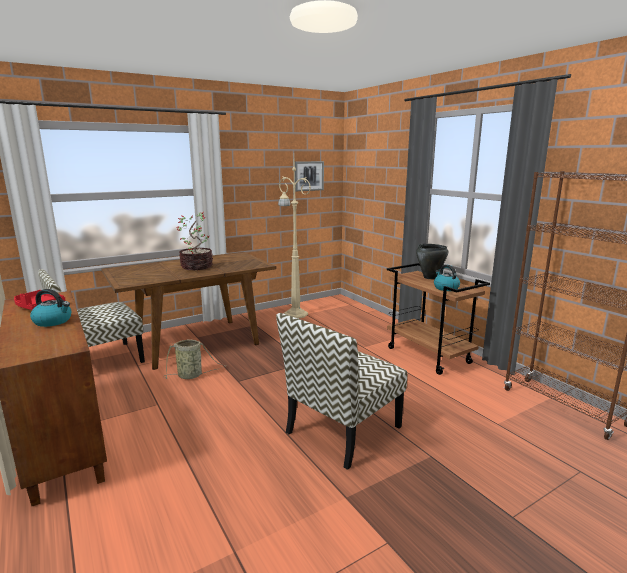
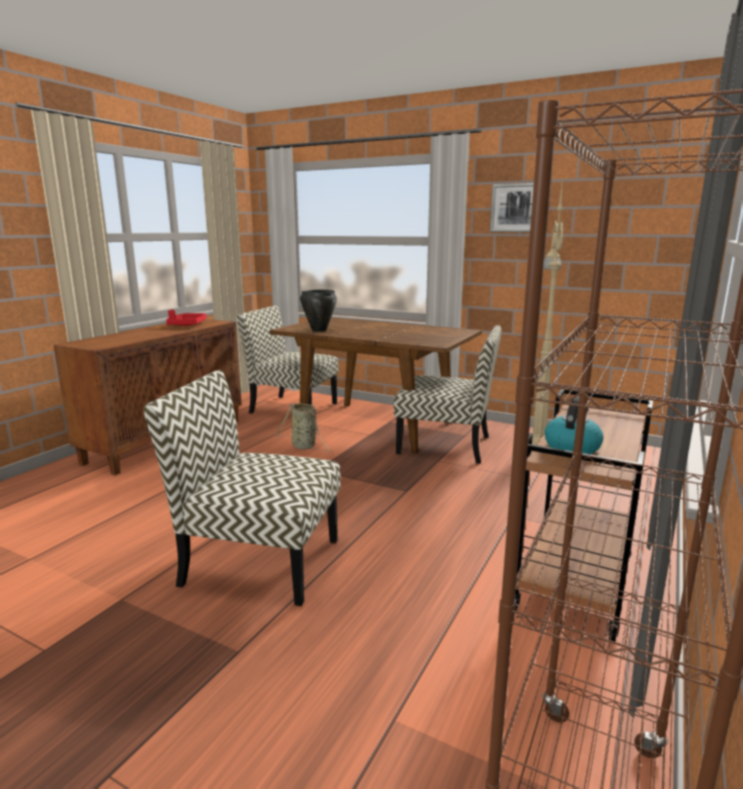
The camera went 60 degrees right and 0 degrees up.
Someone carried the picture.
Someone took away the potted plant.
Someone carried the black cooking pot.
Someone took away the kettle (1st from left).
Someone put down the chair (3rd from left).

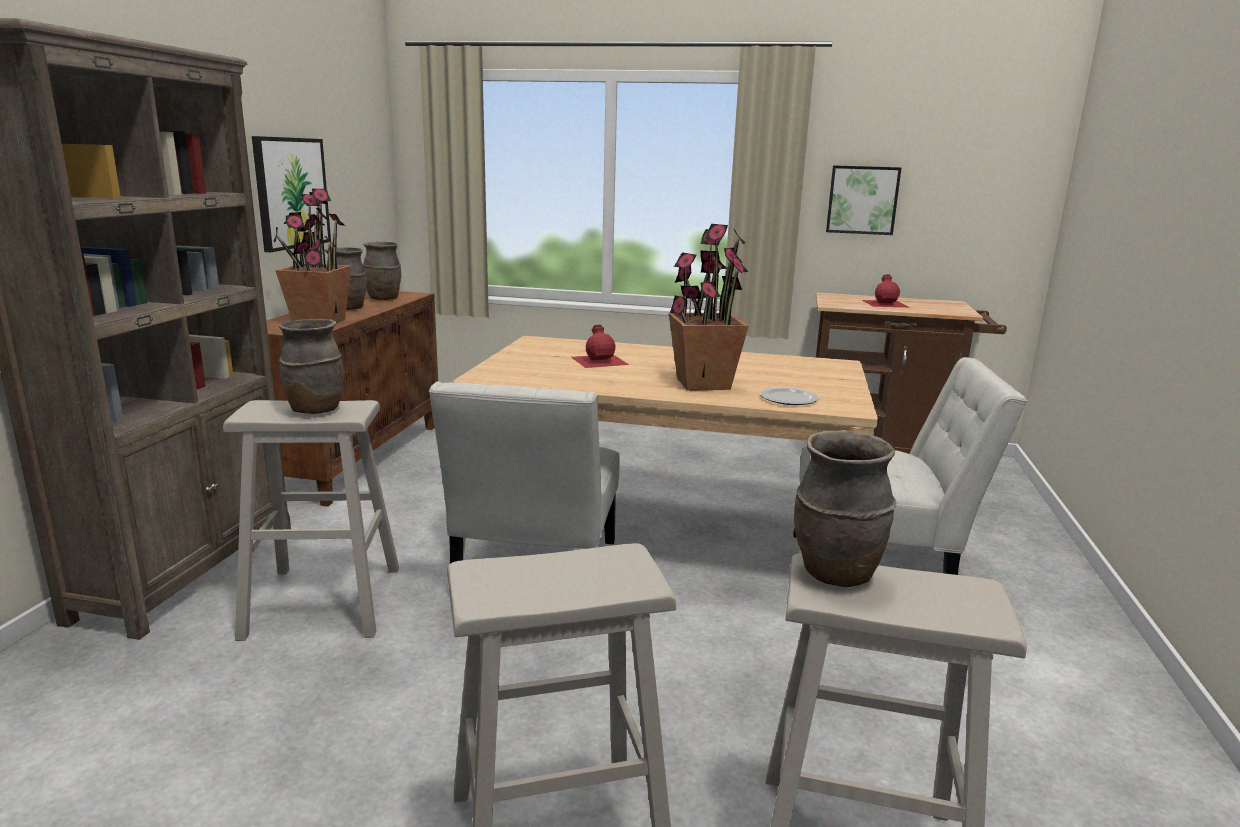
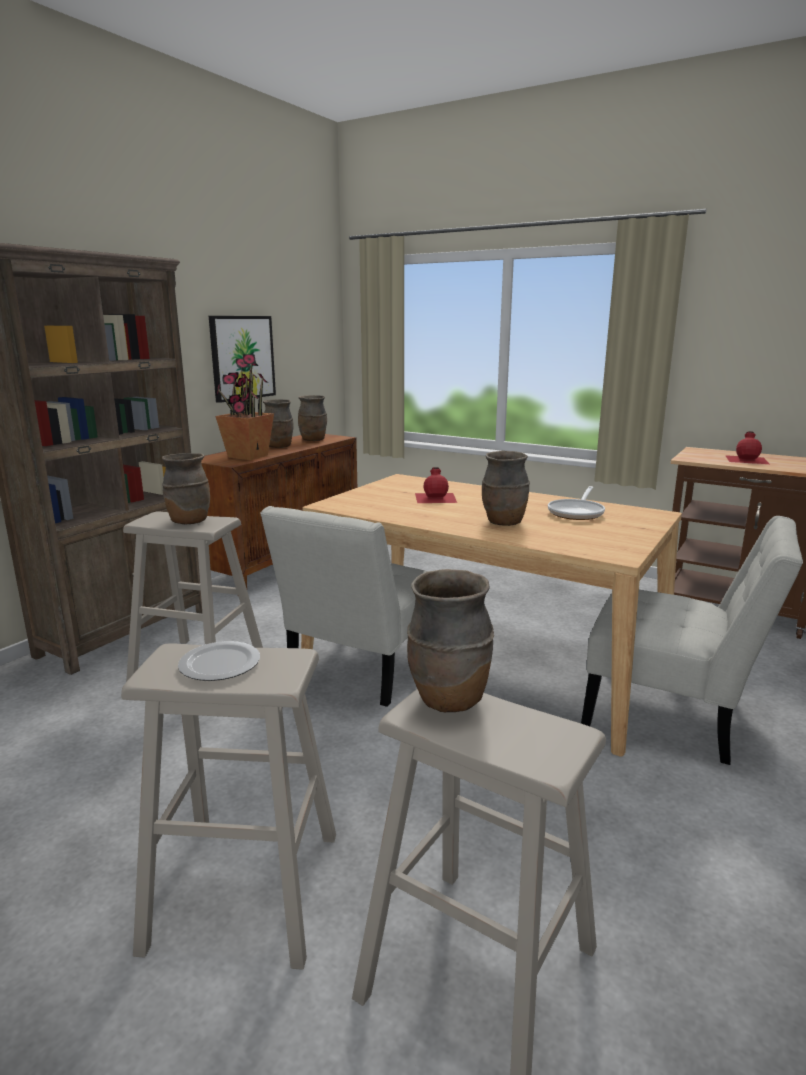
The camera went 20 degrees right and 0 degrees up.
Someone took away the picture (2nd from left).
Someone swapped the potted plant (2nd from left) for the brown vase (5th from left).
Someone carried the plate.
Someone put down the frying pan.

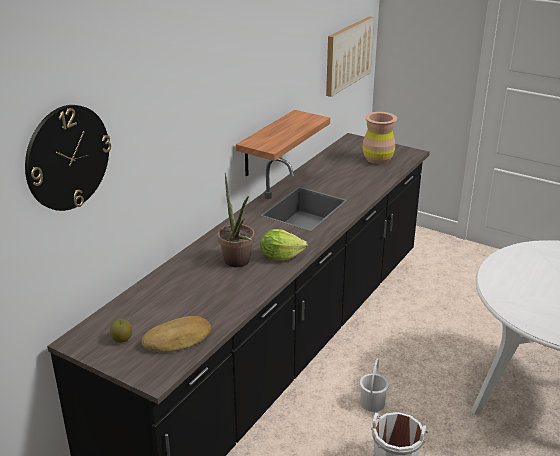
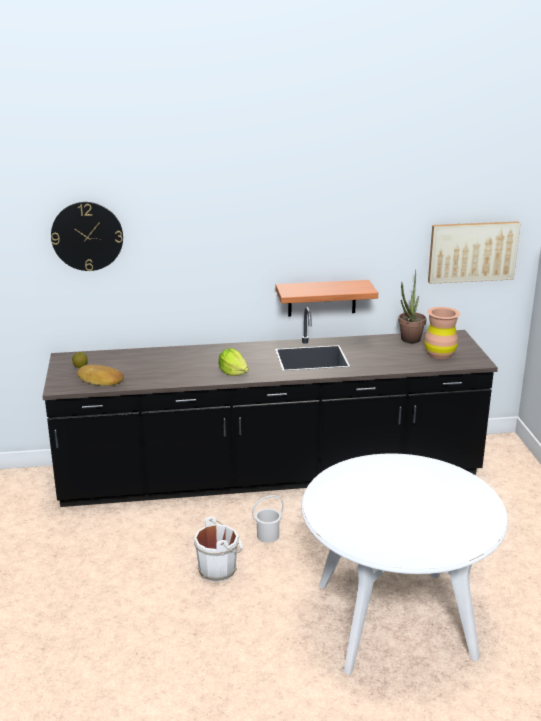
The camera went 50 degrees right and 5 degrees down.
Someone carried the potted plant.

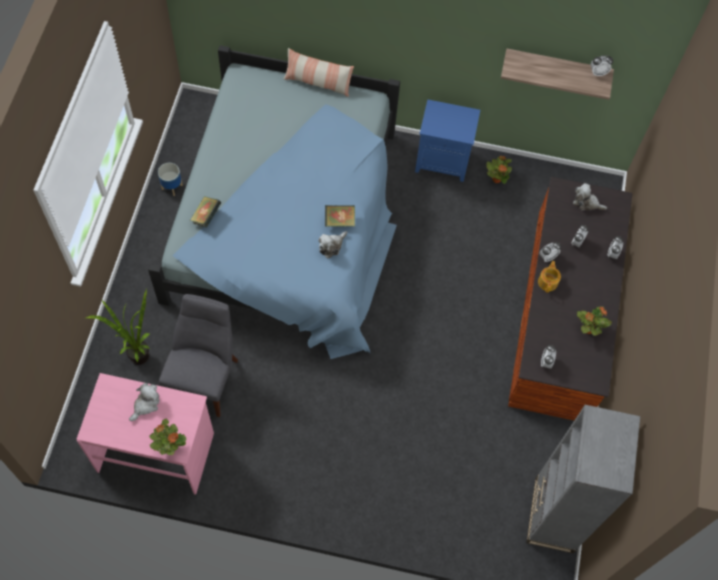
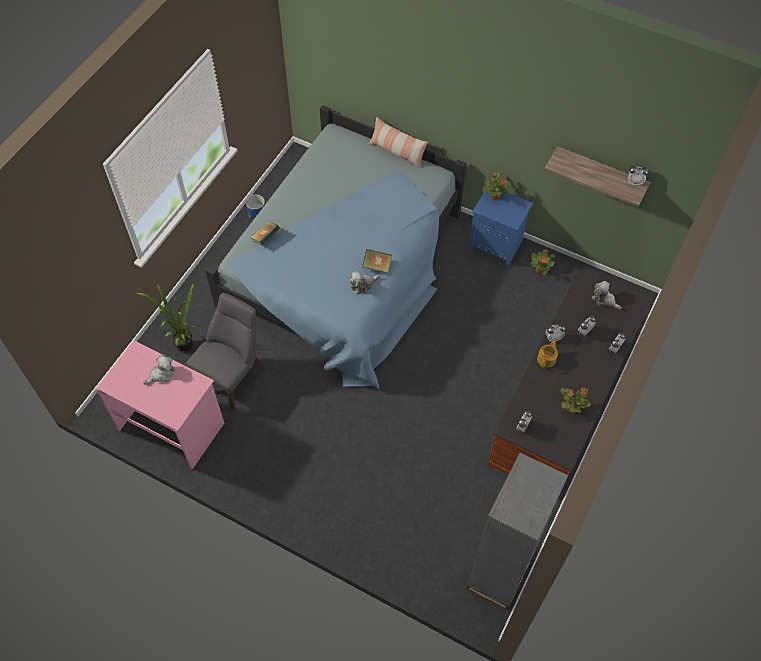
The camera went 20 degrees right and 5 degrees down.
Someone carried the potted plant (2nd from left).

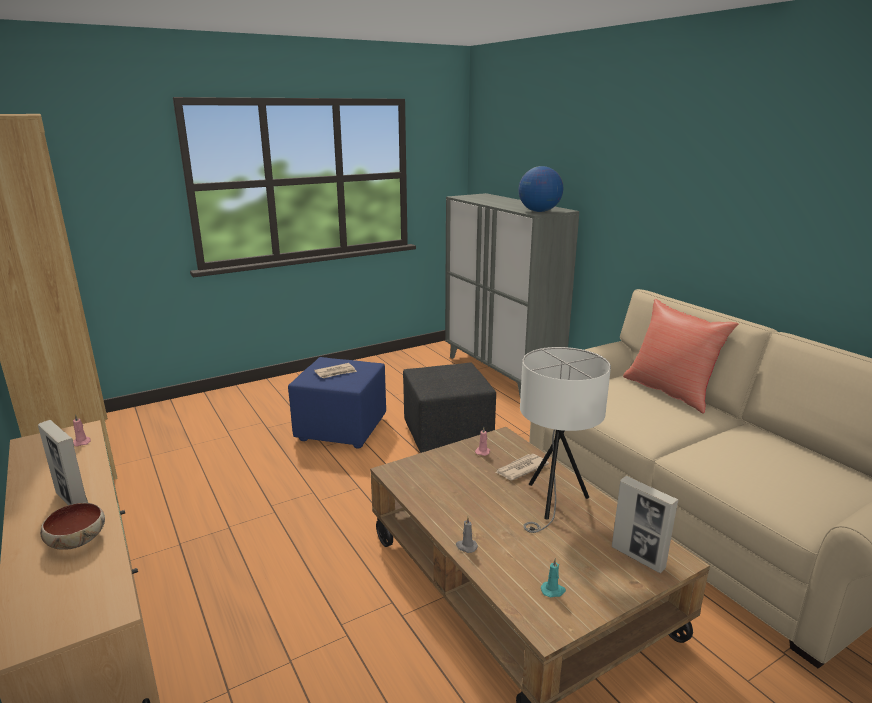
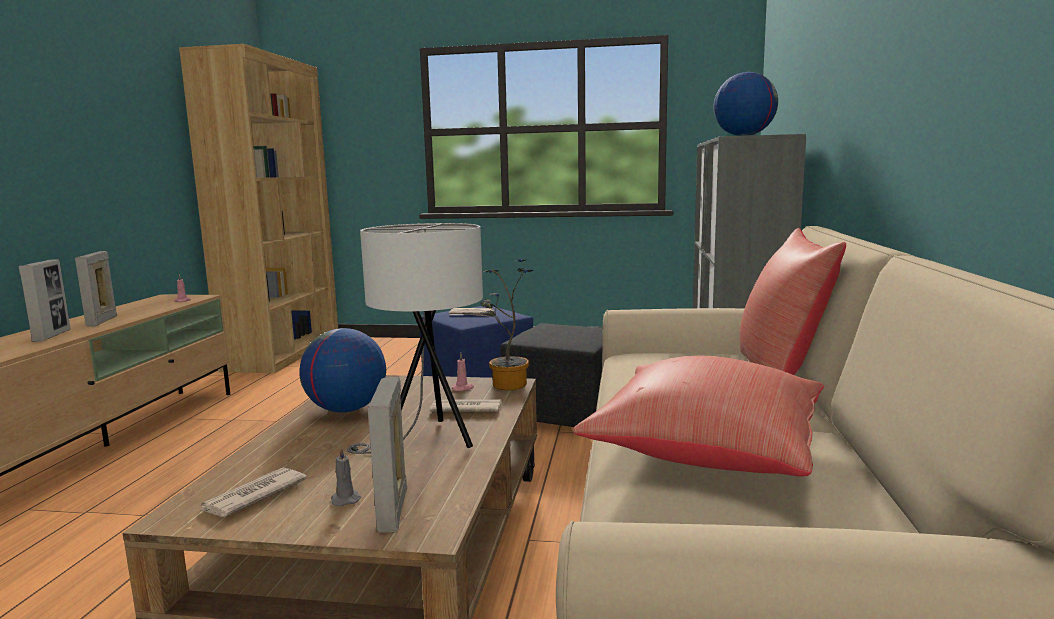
The camera went 40 degrees right and 10 degrees down.
Someone swapped the bowl for the picture frame (1st from left).
Someone carried the grey candle.
Someone swapped the turquoise candle for the newspaper (1st from left).
Someone put down the potted plant.
Someone put down the globe (1st from left).
Someone put down the red pillow (1st from left).

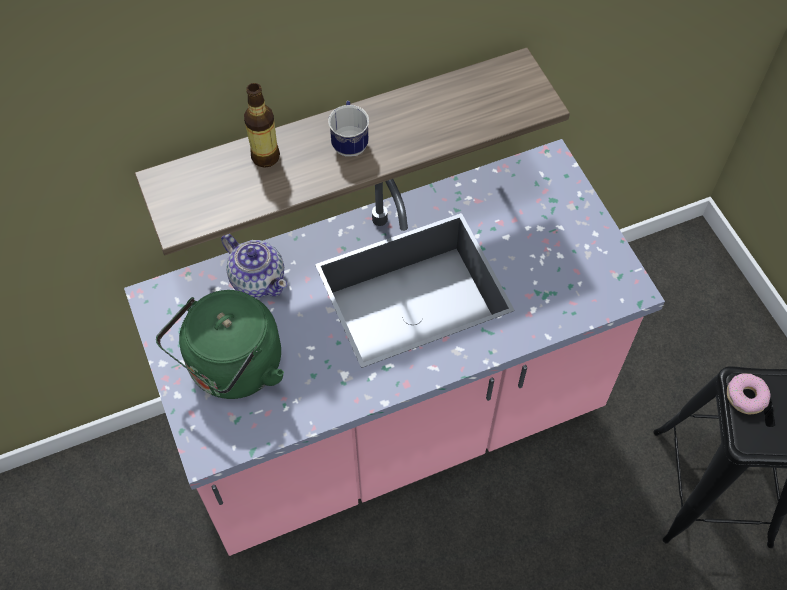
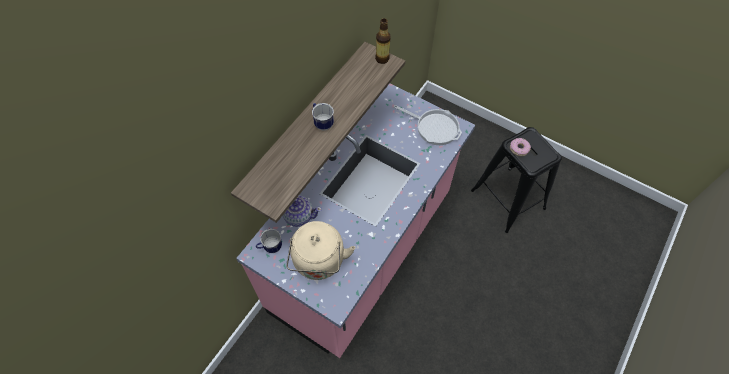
The camera went 35 degrees left and 0 degrees up.
Someone carried the bottle.
Someone repainted the green kettle, which became the beige kettle.
Someone put down the frying pan.
Someone put down the mug (1st from left).

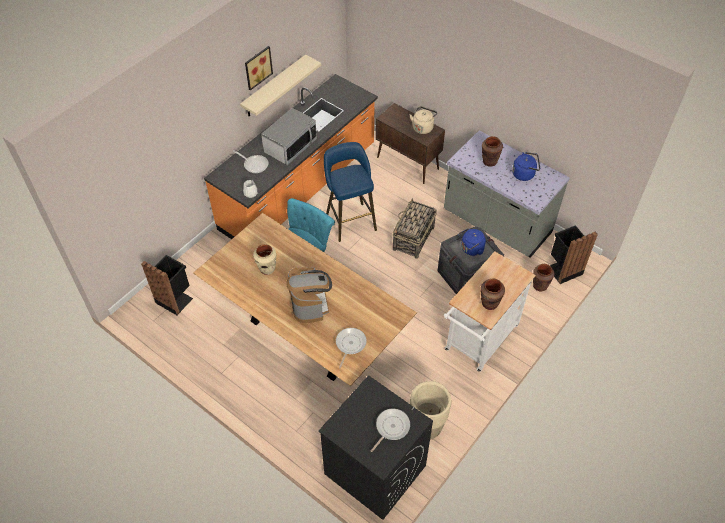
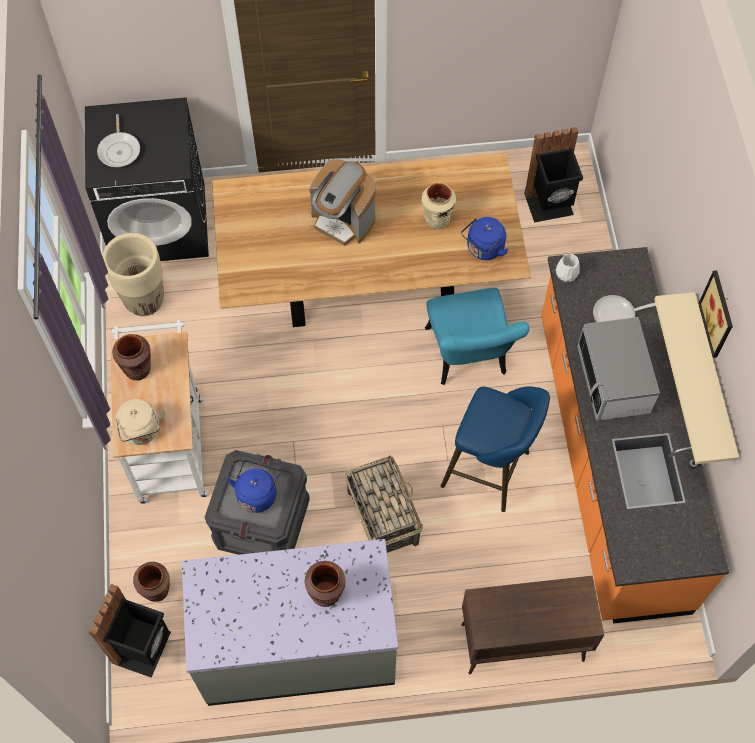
The camera went 135 degrees right and 10 degrees up.
Someone carried the beige kettle.
Someone carried the blue kettle (2nd from left).
Someone took away the frying pan (2nd from left).

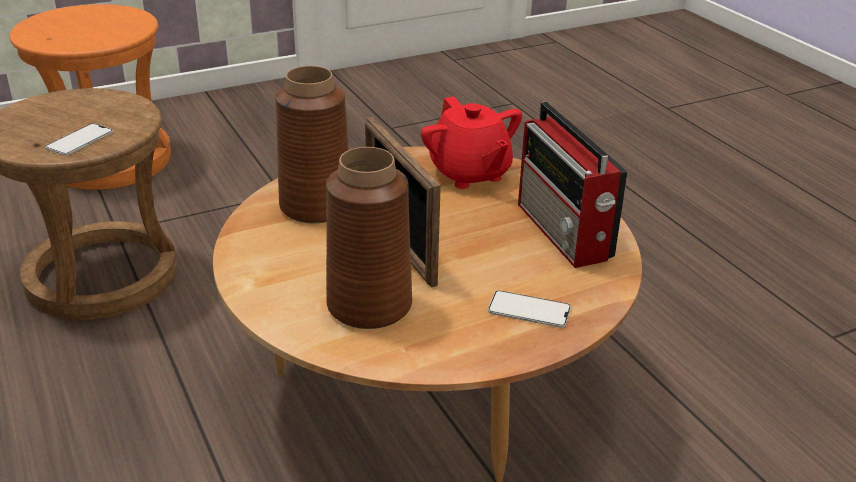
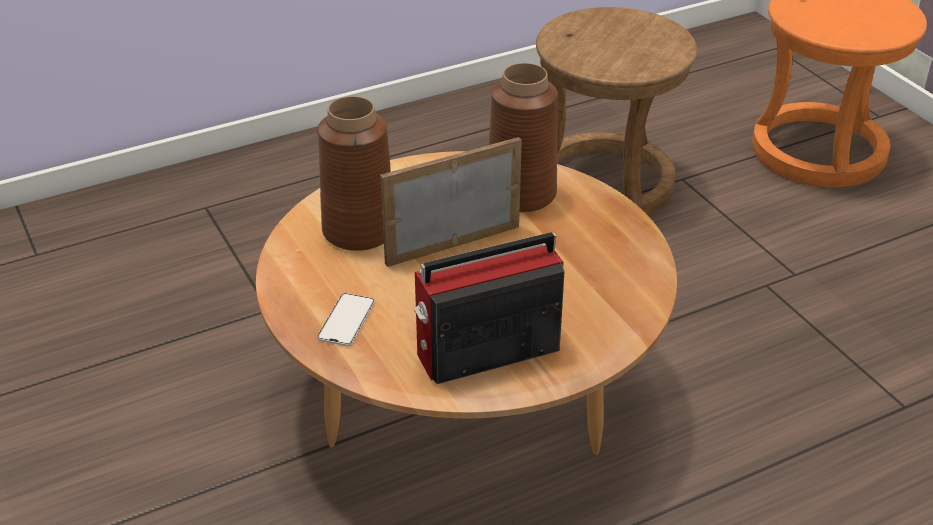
The camera went 90 degrees right and 5 degrees up.
Someone took away the red teapot.
Someone took away the phone (1st from left).

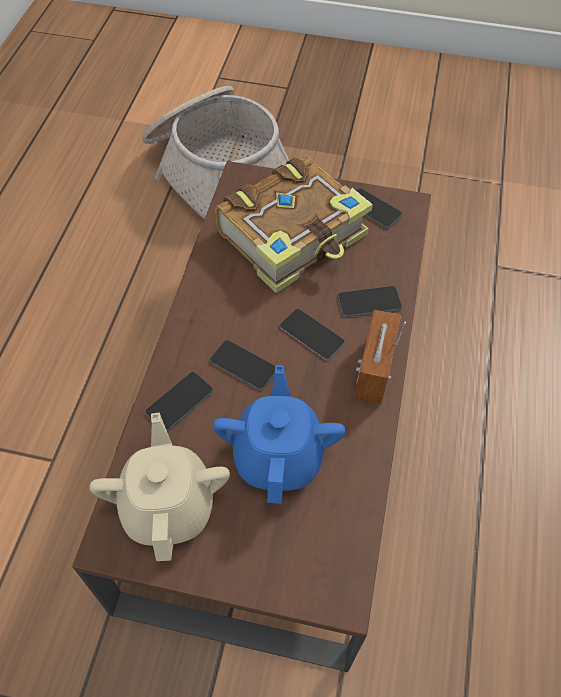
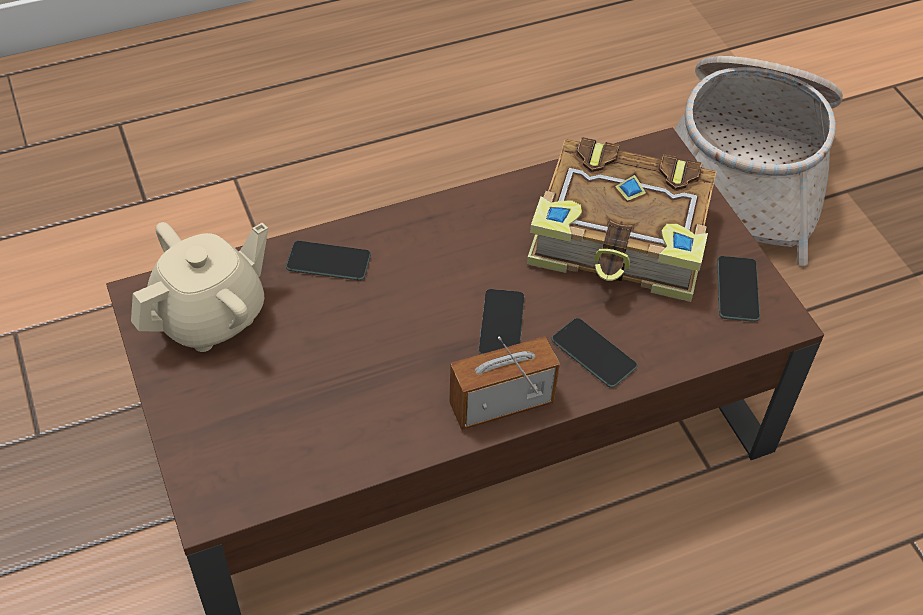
The camera went 55 degrees right and 5 degrees down.
Someone took away the phone (2nd from left).
Someone took away the blue teapot.

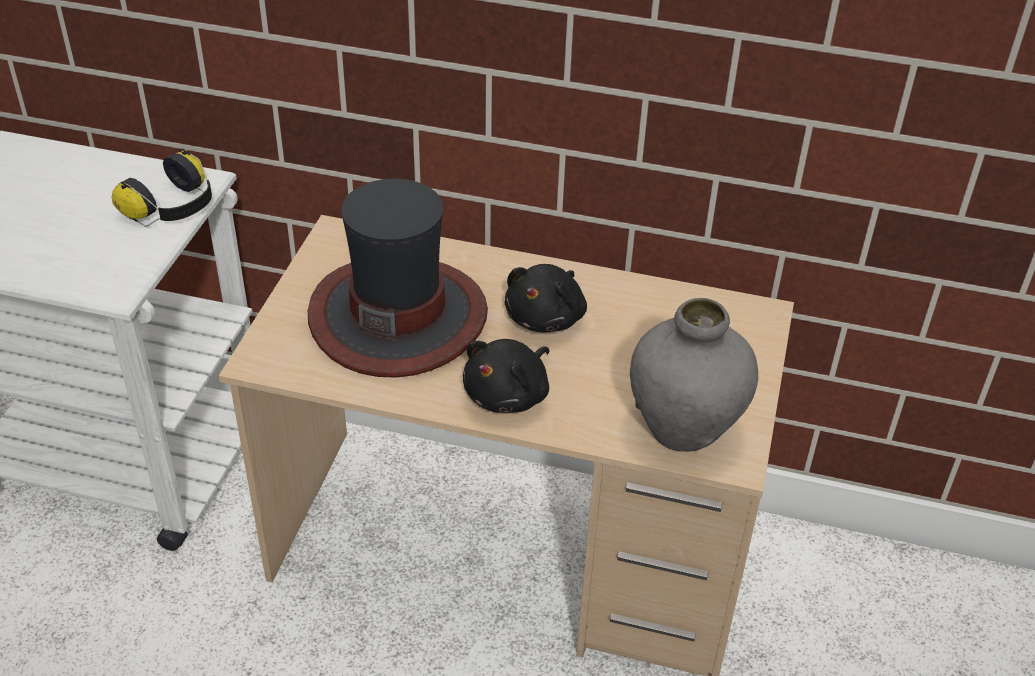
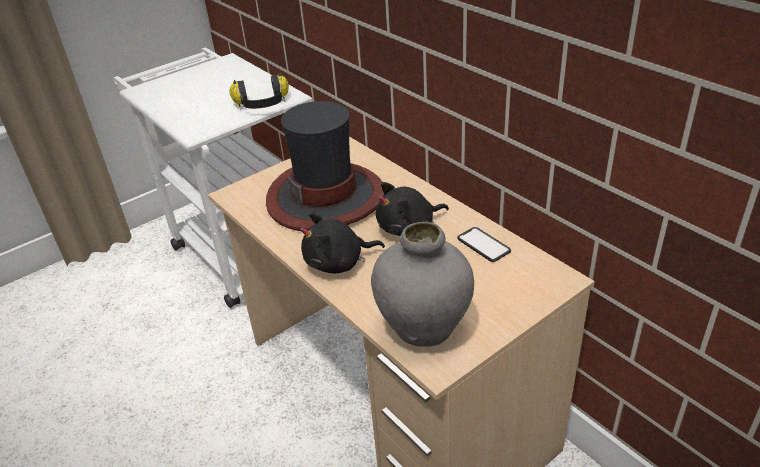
The camera went 40 degrees right and 5 degrees down.
Someone put down the phone.

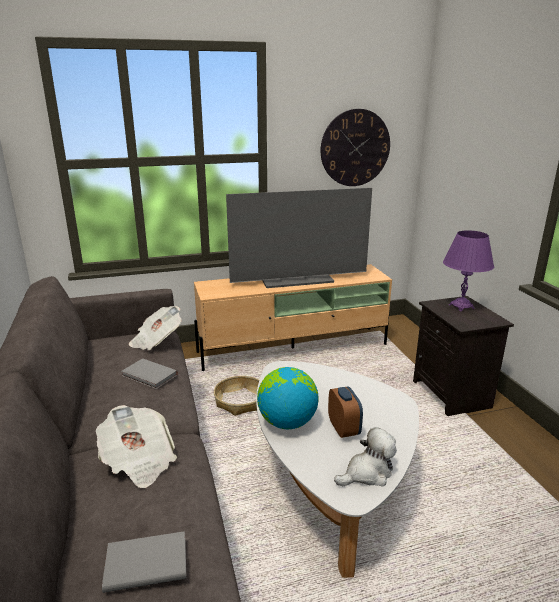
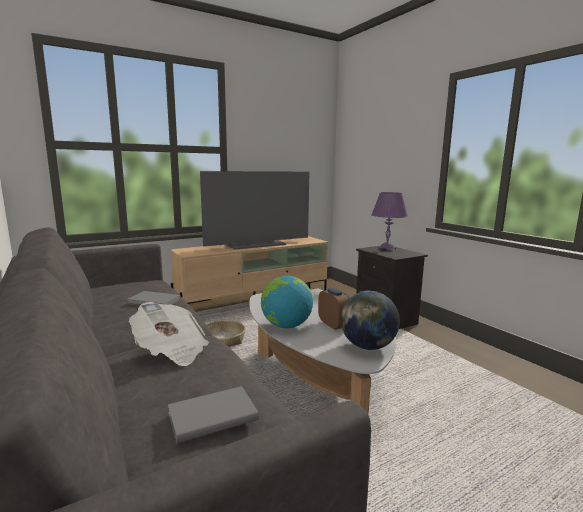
The camera went 15 degrees left and 10 degrees down.
Someone took away the wall clock.
Someone took away the newspaper (2nd from left).
Someone swapped the plush toy for the globe (2nd from left).

